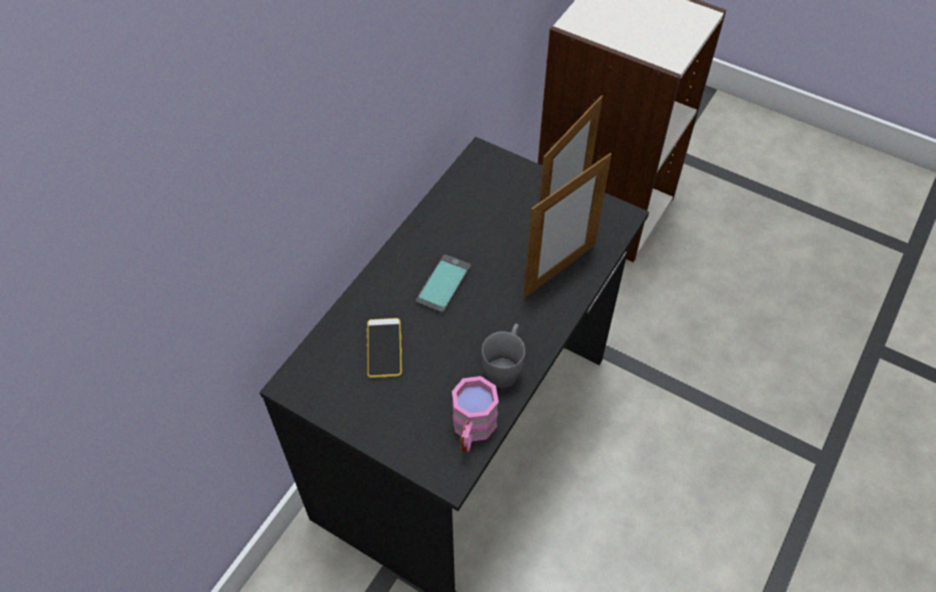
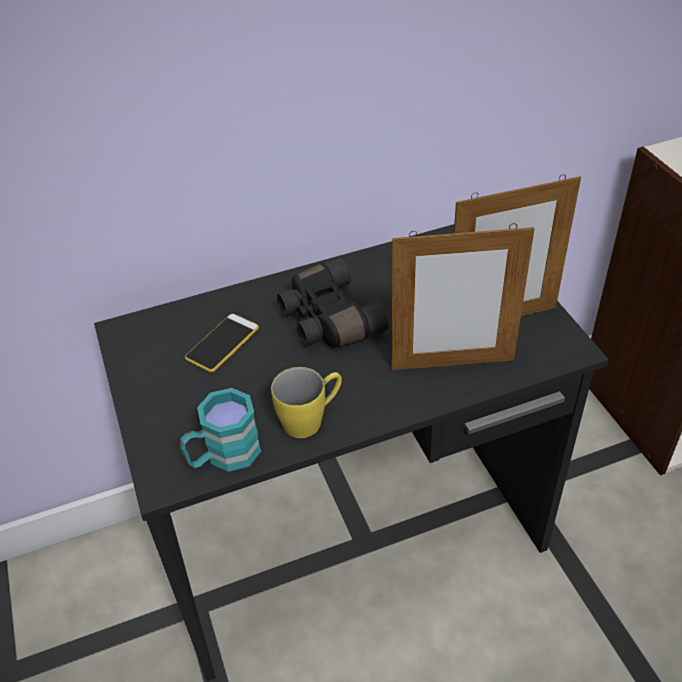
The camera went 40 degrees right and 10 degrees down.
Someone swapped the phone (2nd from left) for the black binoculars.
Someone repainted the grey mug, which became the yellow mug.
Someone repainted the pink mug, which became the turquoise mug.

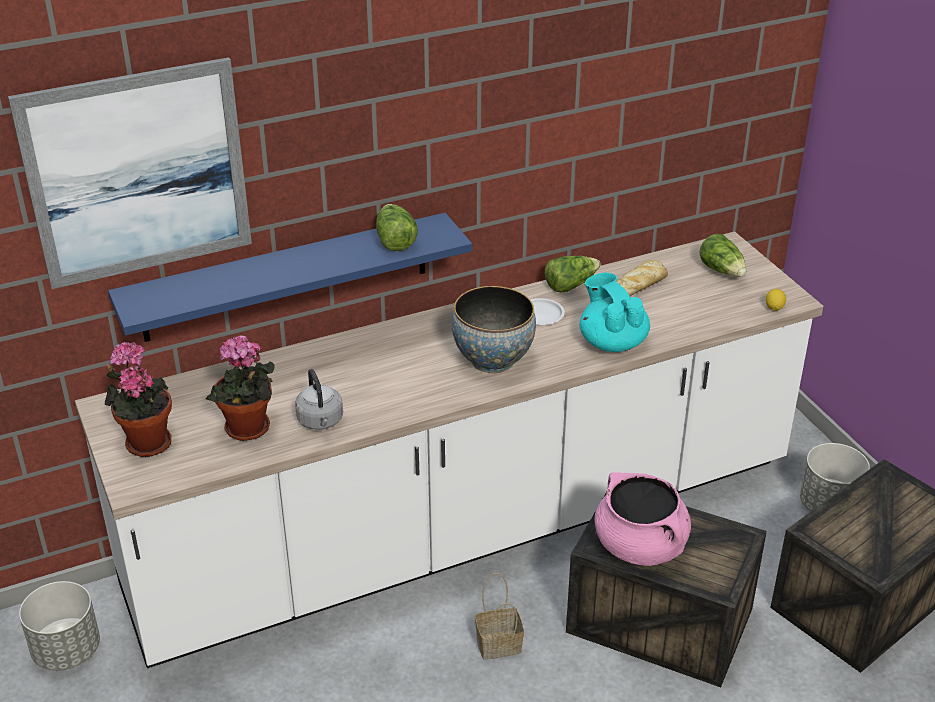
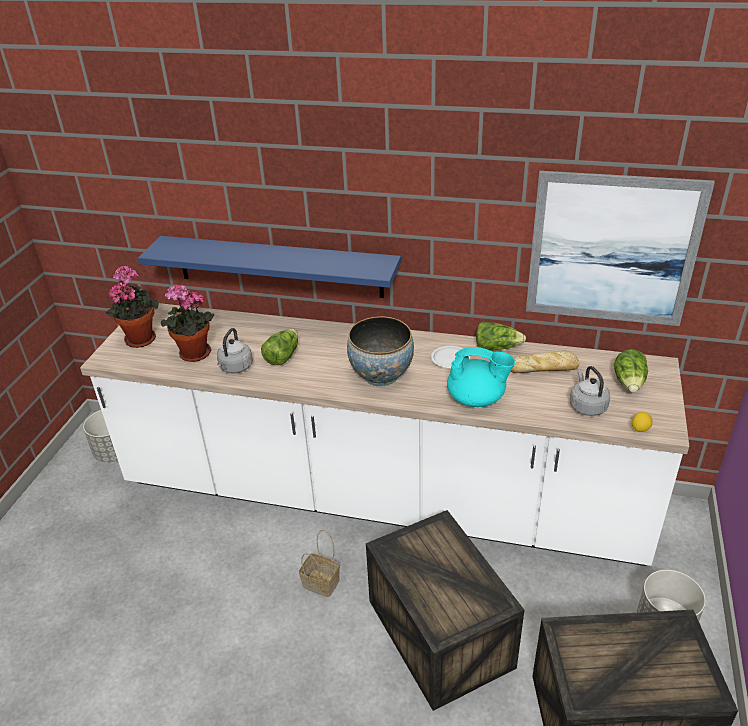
The camera went 40 degrees right and 0 degrees up.
Someone carried the picture.
Someone carried the lettuce (1st from left).
Someone rotated the turquoise teapot by 90 degrees clockwise.
Someone took away the pink cooking pot.
Someone put down the grey kettle (2nd from left).

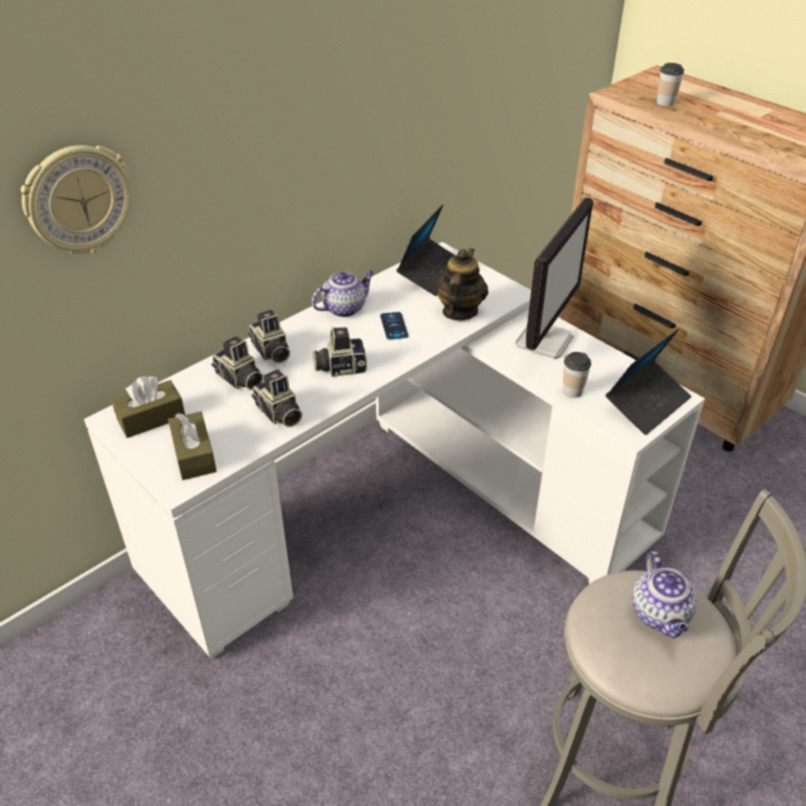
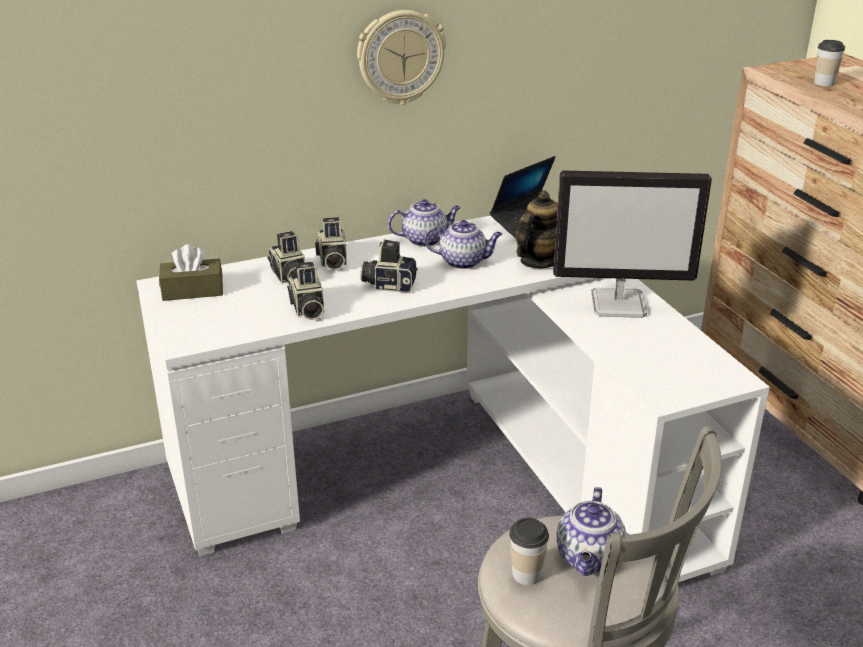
The camera went 20 degrees right and 10 degrees down.
Someone carried the wall clock.
Someone rotated the monitor by 45 degrees clockwise.
Someone swapped the phone for the teapot (2nd from left).
Someone took away the laptop (2nd from left).
Someone carried the cup (1st from left).
Someone took away the brown tissue box (2nd from left).

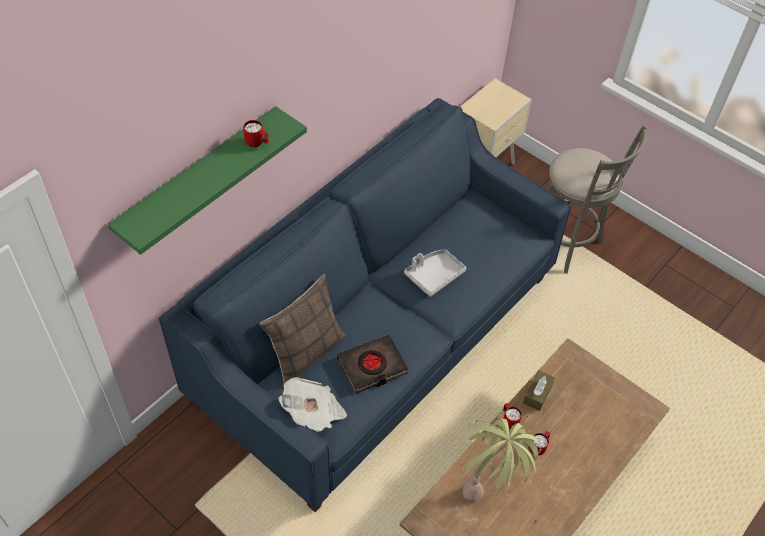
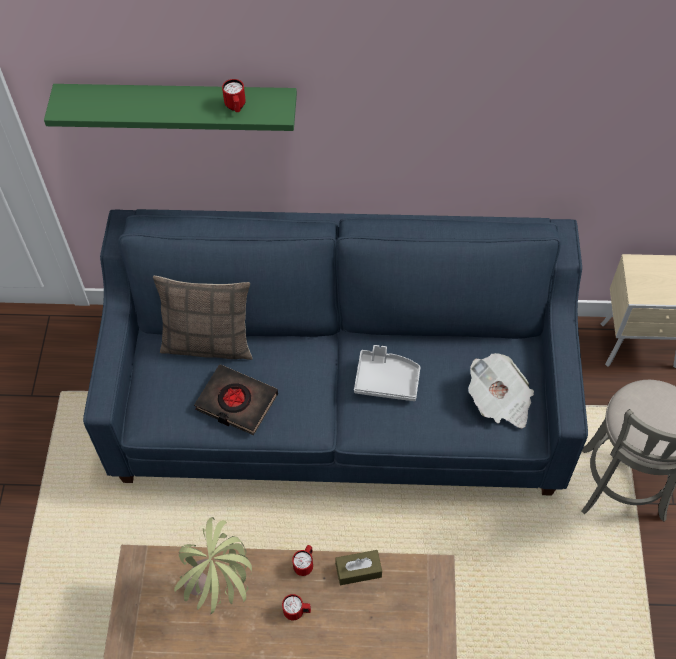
The camera went 55 degrees right and 5 degrees up.
Someone carried the newspaper.

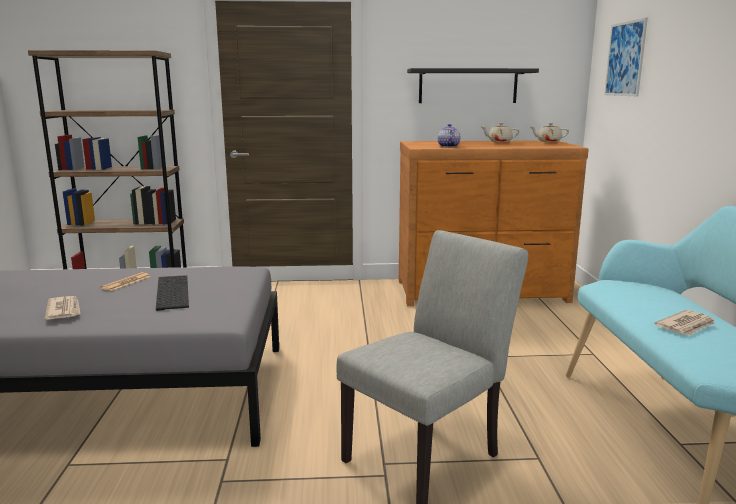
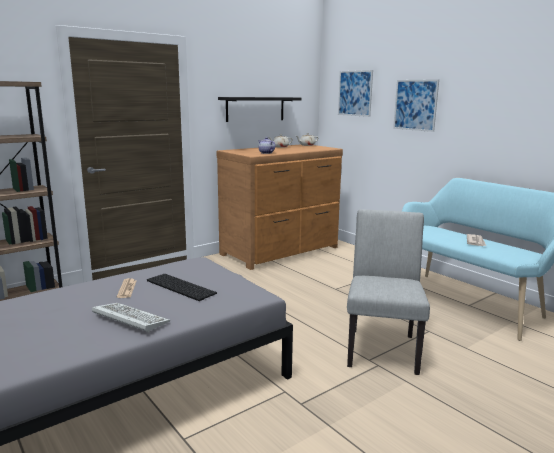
The camera went 35 degrees left and 0 degrees up.
Someone swapped the newspaper (1st from left) for the keyboard (1st from left).
Someone put up the picture (2nd from left).

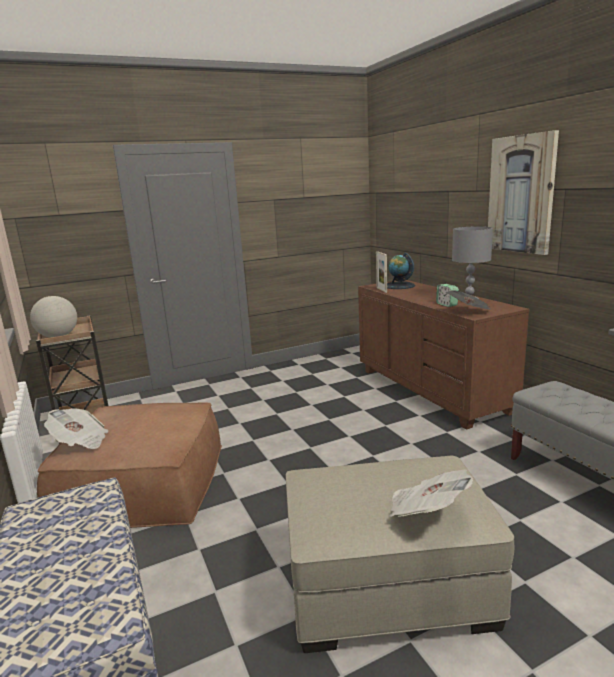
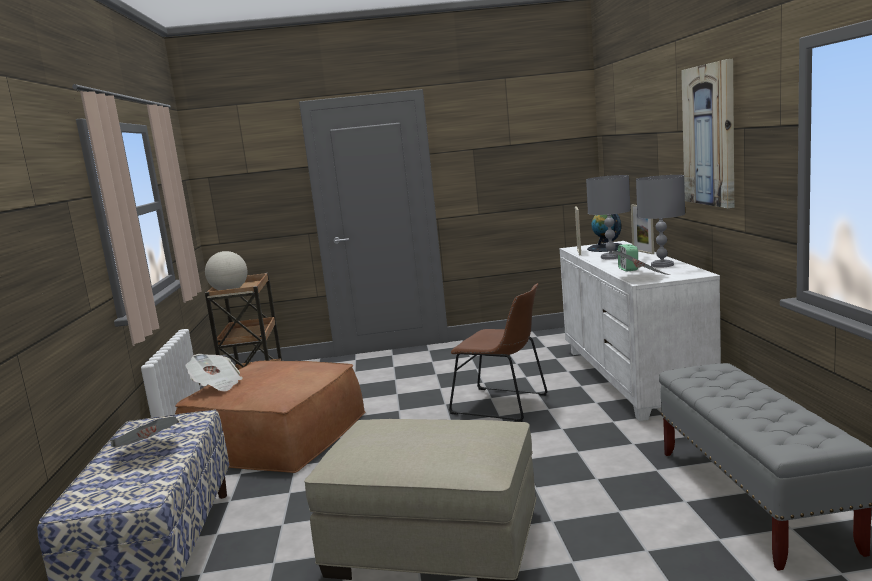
The camera went 20 degrees right and 5 degrees down.
Someone repainted the brown dresser, which became the white dresser.
Someone carried the newspaper (2nd from left in the first image).
Someone put down the grey table lamp (1st from left).
Someone put down the picture frame (2nd from left).
Someone put down the brown chair.

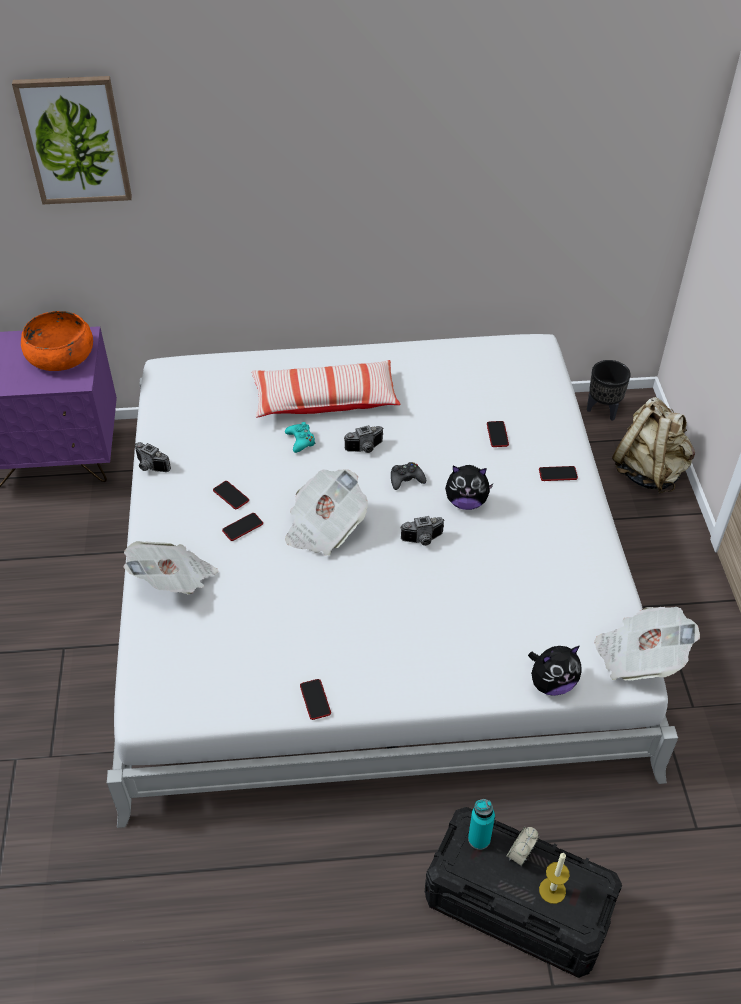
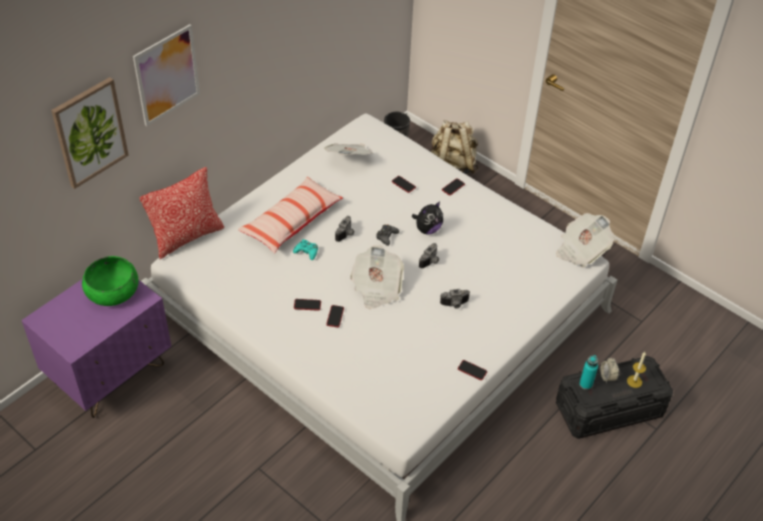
The camera went 45 degrees left and 0 degrees up.
Someone repainted the orange bowl, which became the green bowl.
Someone carried the photo camera (1st from left in the first image).
Someone carried the newspaper (1st from left).
Someone took away the plush toy (2nd from left).
Someone put up the picture (2nd from left).
Someone put down the pillow (1st from left).

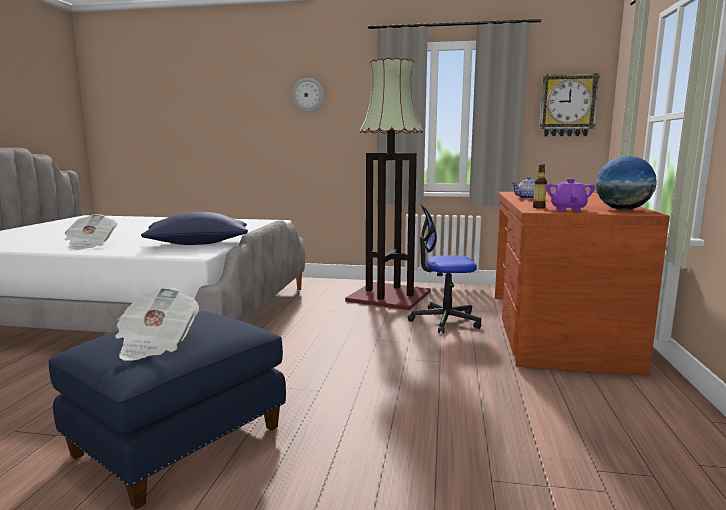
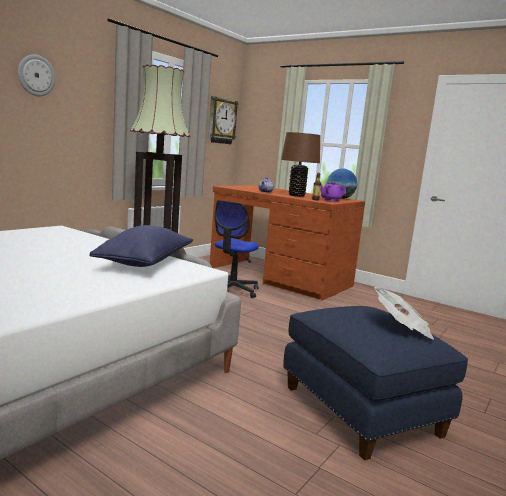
The camera went 65 degrees left and 0 degrees up.
Someone took away the newspaper (1st from left).
Someone put down the brown table lamp.

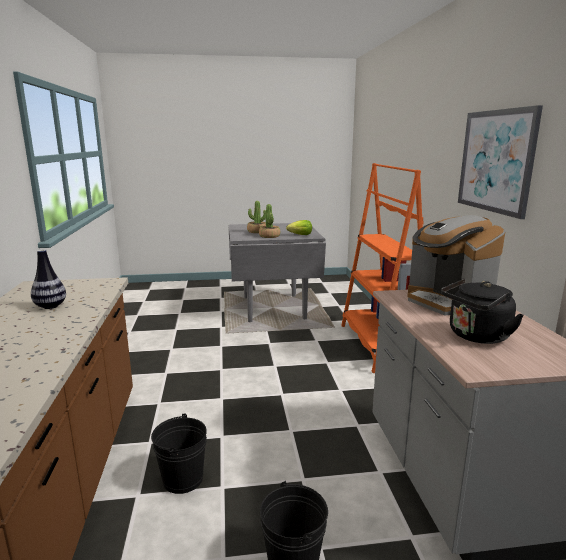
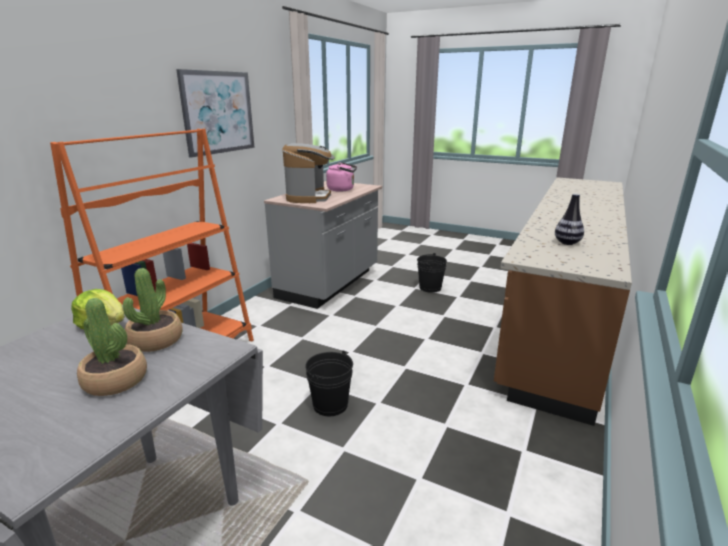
The camera went 145 degrees left and 5 degrees up.
Someone repainted the black kettle, which became the pink kettle.
Someone carried the black bucket (1st from left).

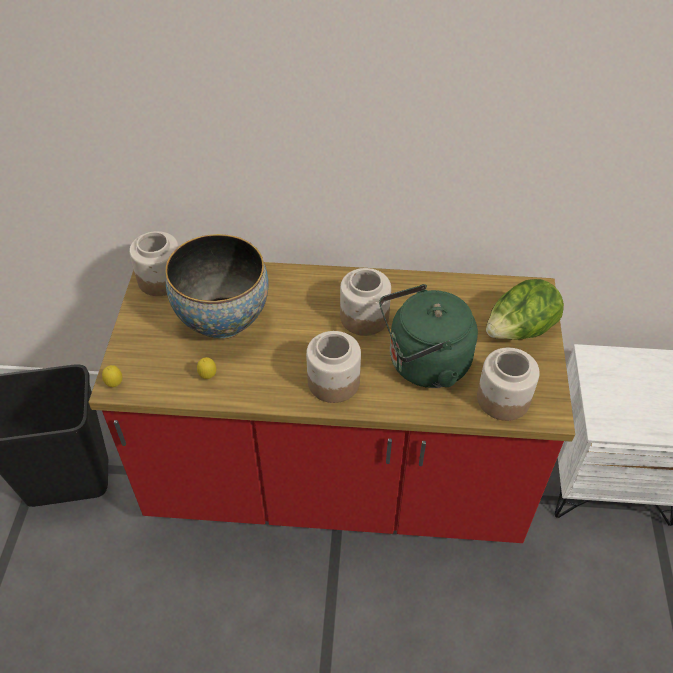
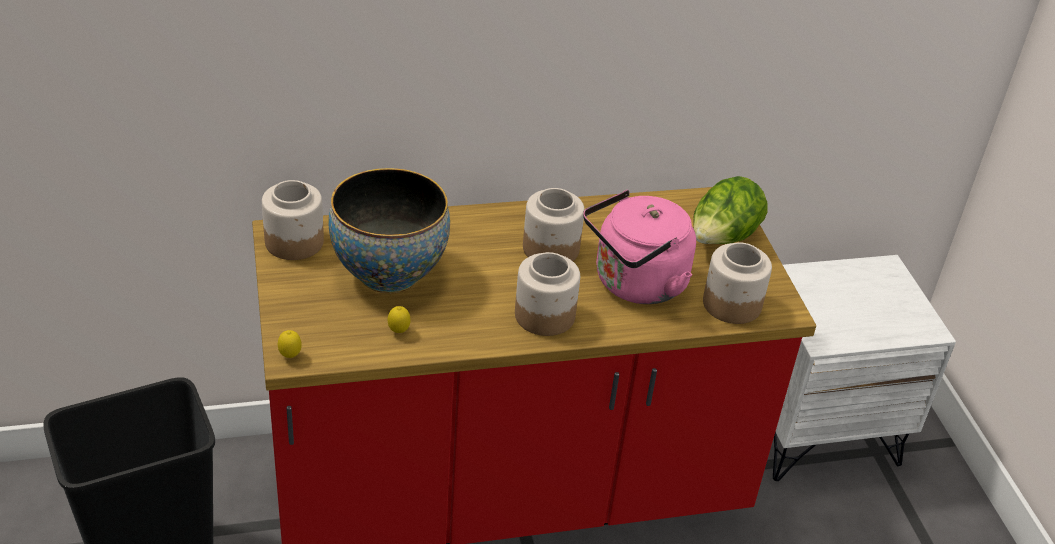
The camera went 20 degrees left and 10 degrees down.
Someone repainted the green kettle, which became the pink kettle.

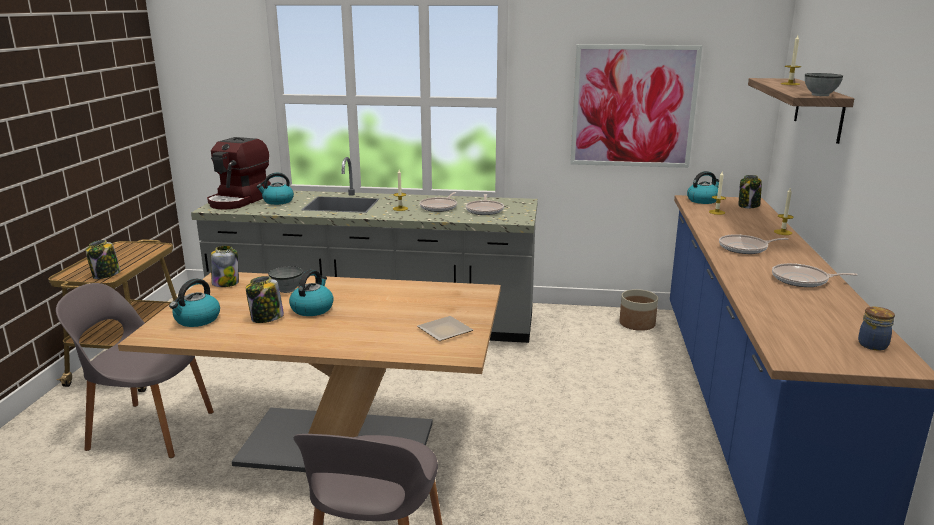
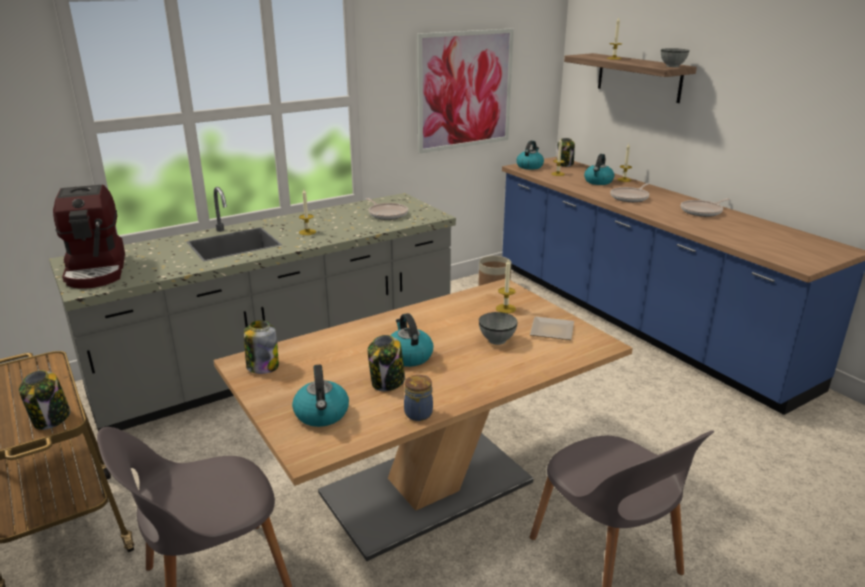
The camera went 40 degrees left and 5 degrees up.
Someone carried the kettle (2nd from left in the first image).
Someone took away the frying pan (1st from left).
Someone carried the grey bowl (1st from left).
Someone carried the jar (5th from left in the first image).
Someone put down the candle (2nd from left).

